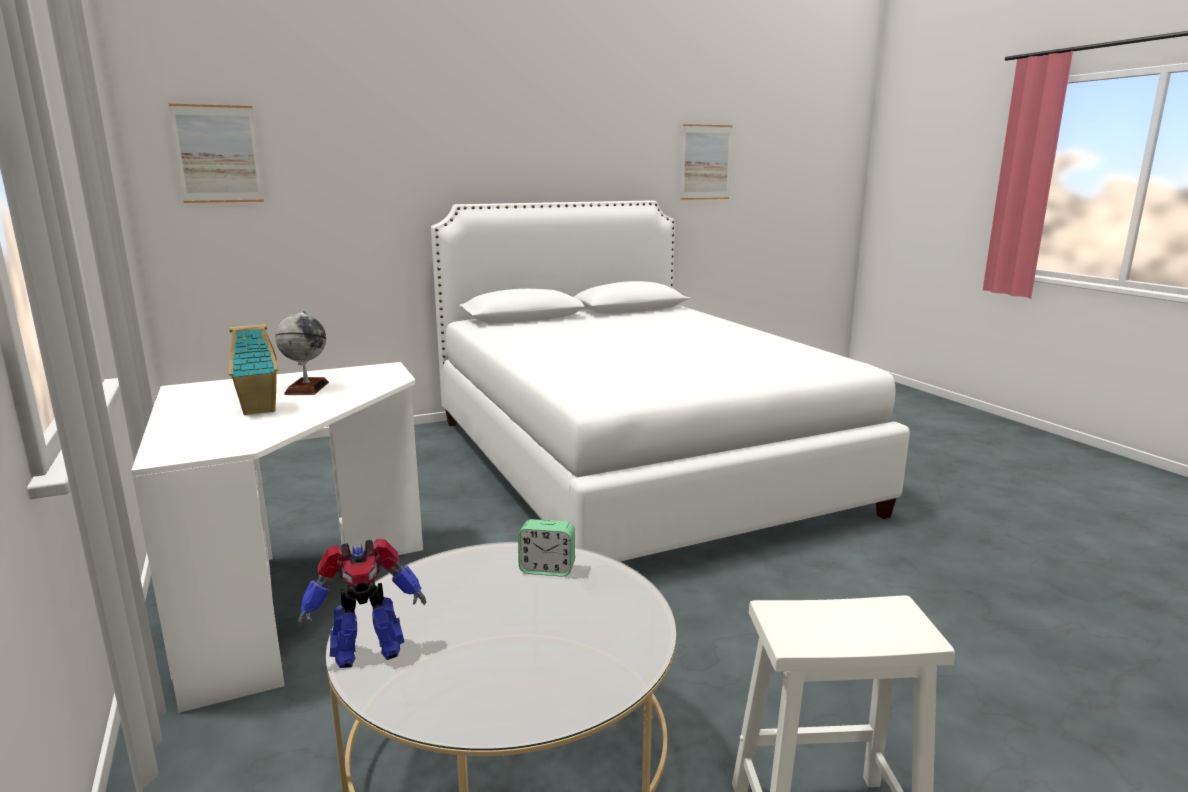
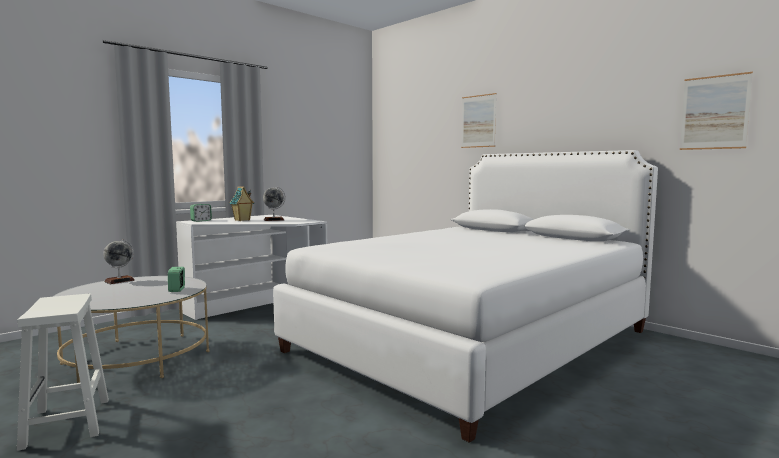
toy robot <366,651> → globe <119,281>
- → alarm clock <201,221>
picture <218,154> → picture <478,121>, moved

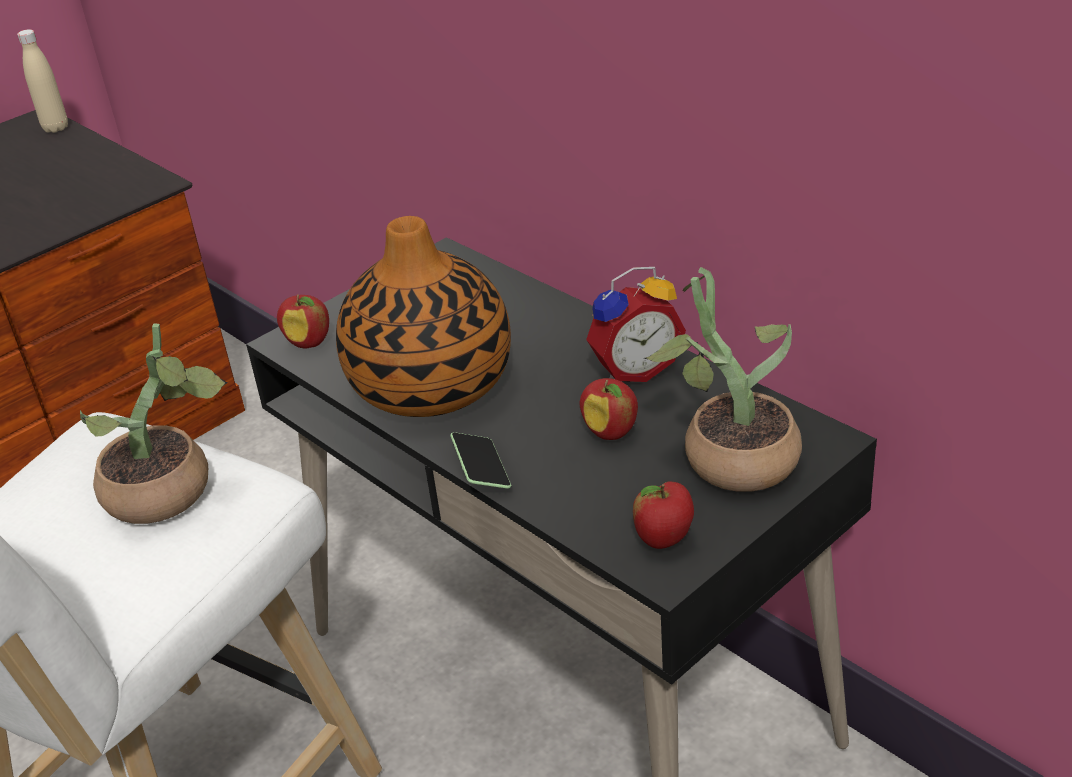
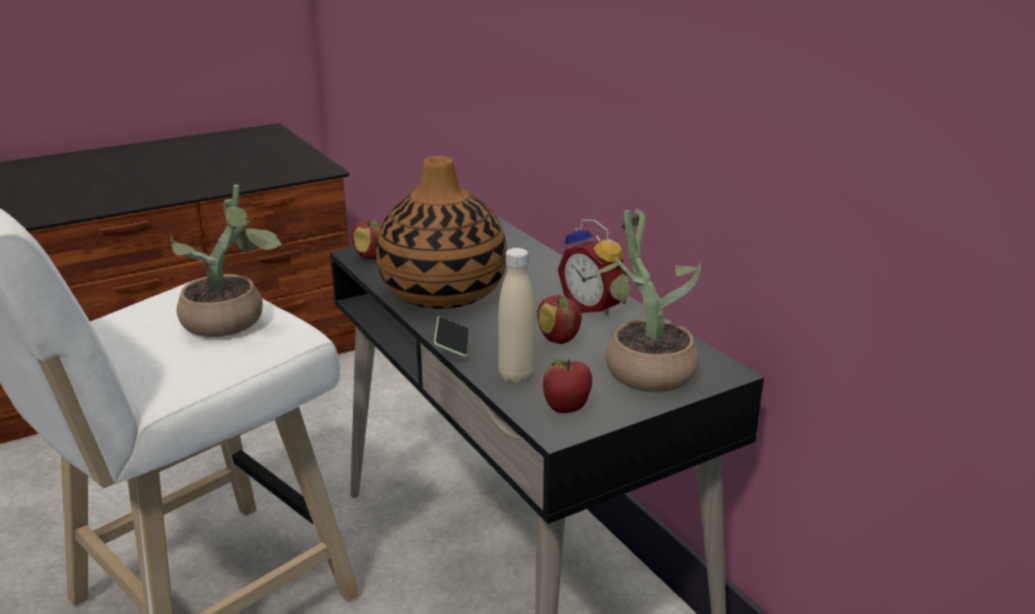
bottle (beige) <56,128> → bottle (beige) <516,377>, moved
alarm clock <634,369> → alarm clock <595,307>, 60 degrees clockwise

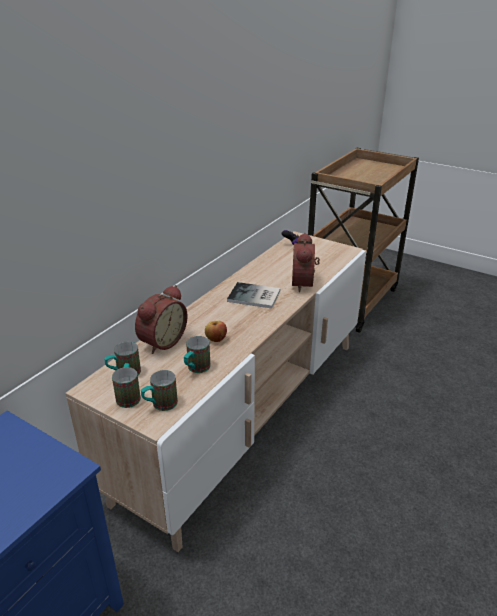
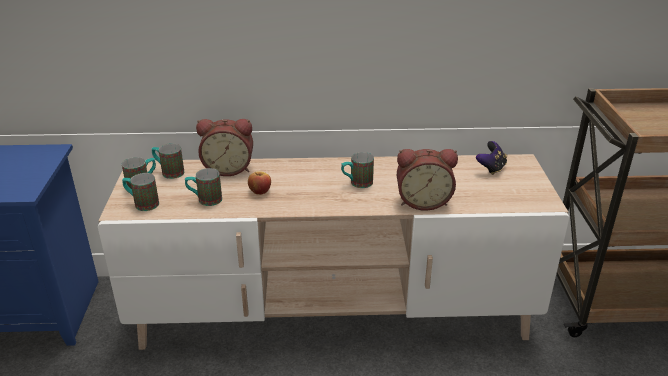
book <255,297> → mug <356,183>
alarm clock <305,283> → alarm clock <423,201>, 150 degrees counterclockwise

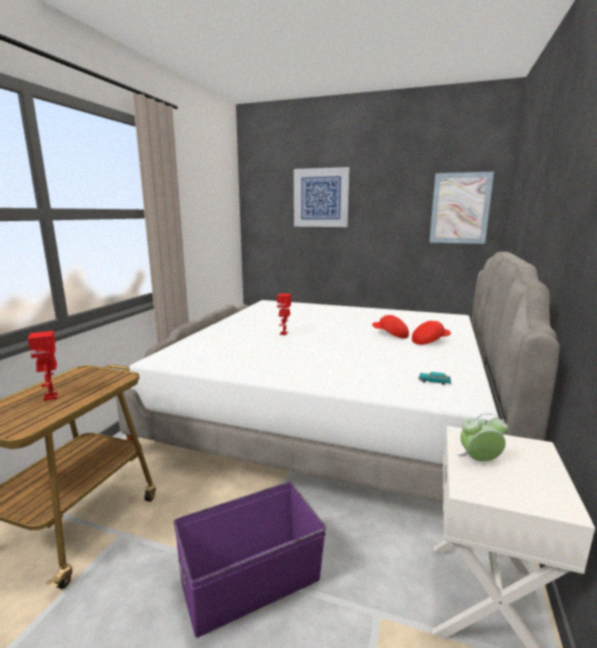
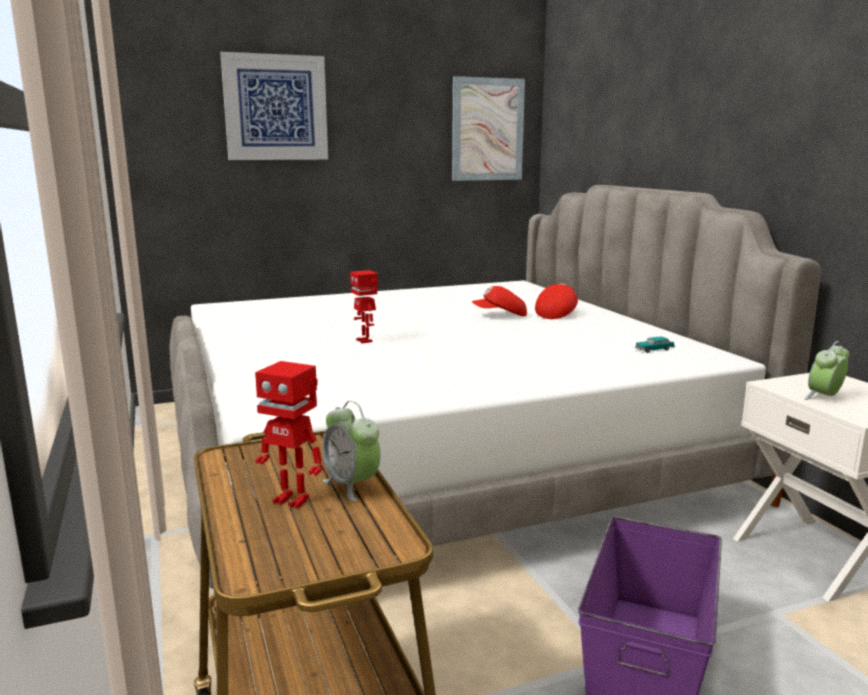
- → alarm clock <352,485>

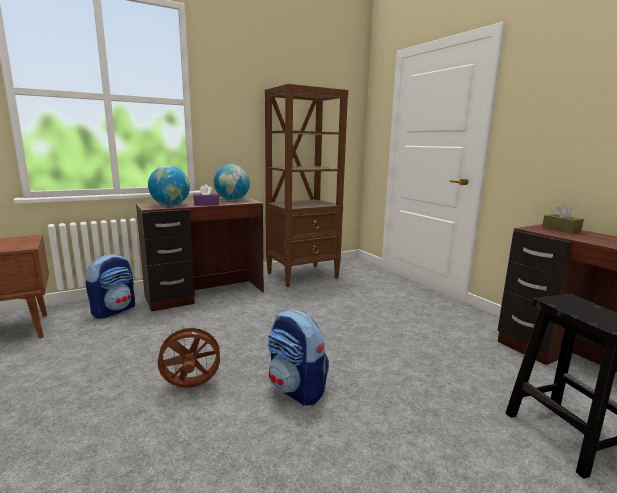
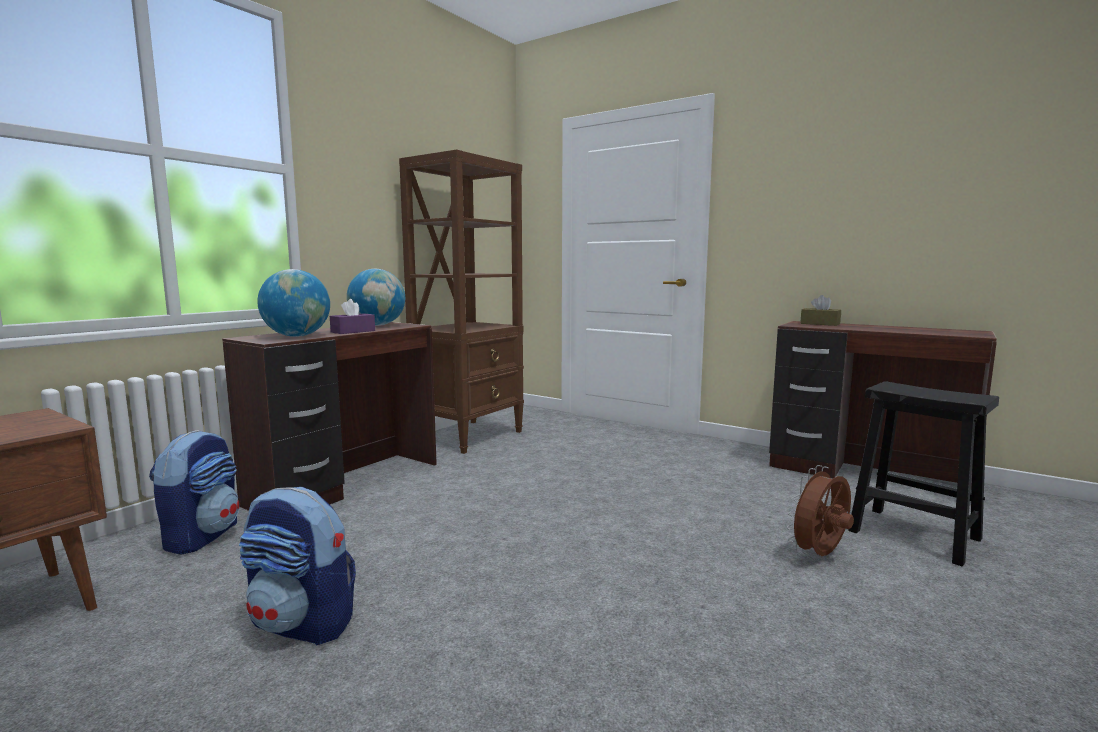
backpack <297,389> → backpack <303,624>, moved
fan (brown) <191,387> → fan (brown) <819,556>, moved

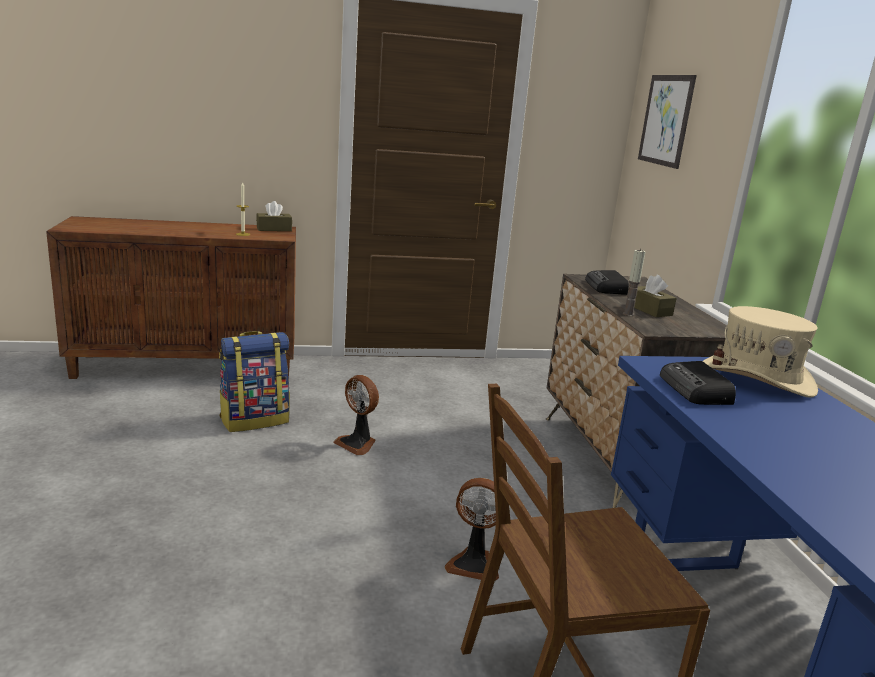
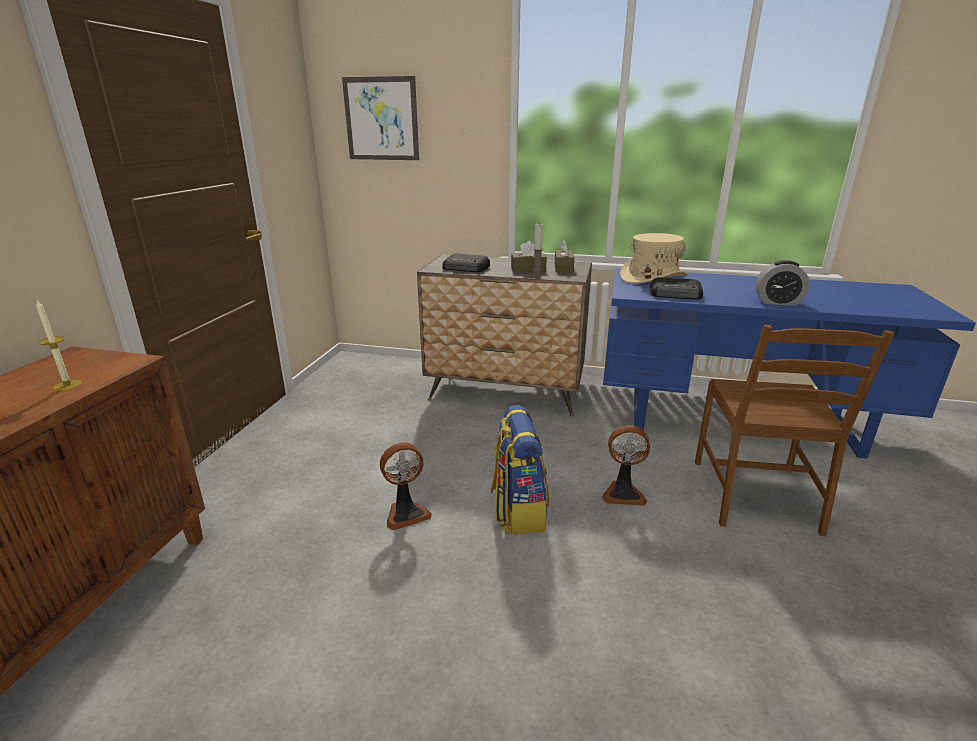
backpack <255,420> → backpack <518,510>, moved
tissue box (brown) <274,229> → tissue box (brown) <563,267>, moved
fan <474,564> → fan <623,493>, 60 degrees clockwise
- → alarm clock <778,302>

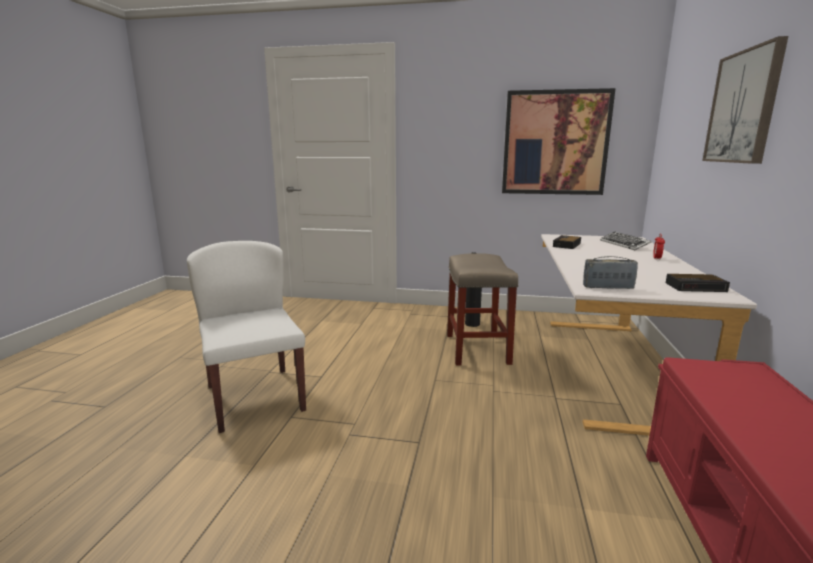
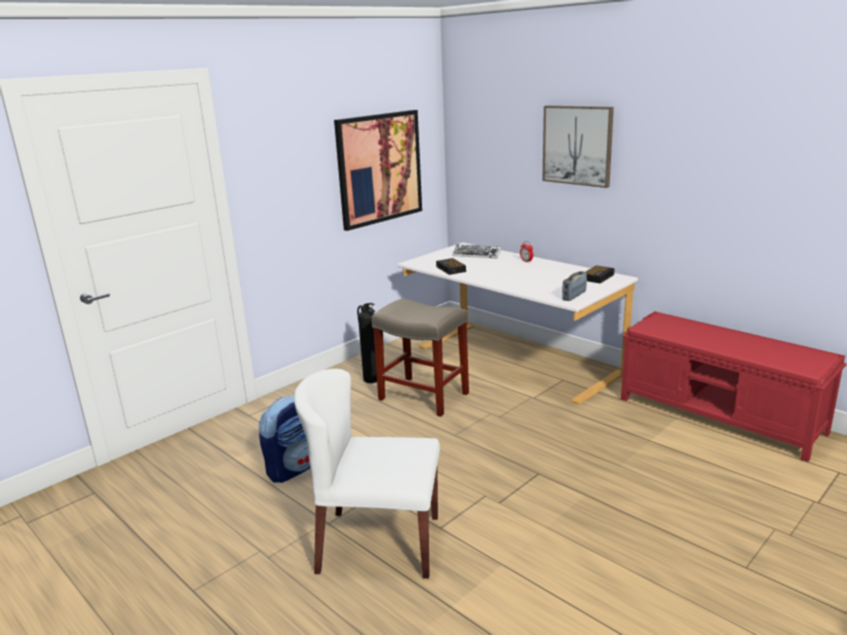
- → backpack <294,468>

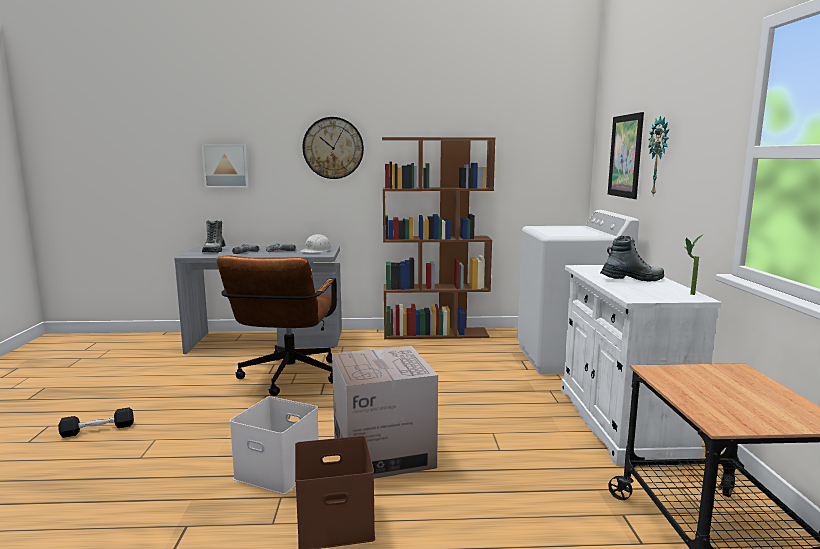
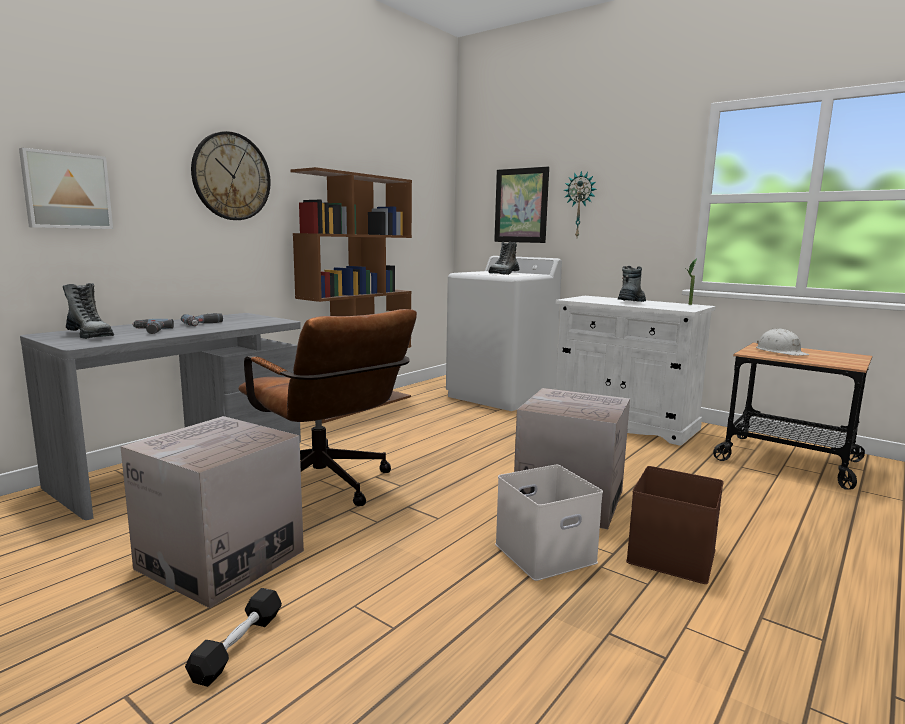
- → cardboard box <221,559>
- → boot <504,274>
hard hat (white) <317,250> → hard hat (white) <780,352>, moved

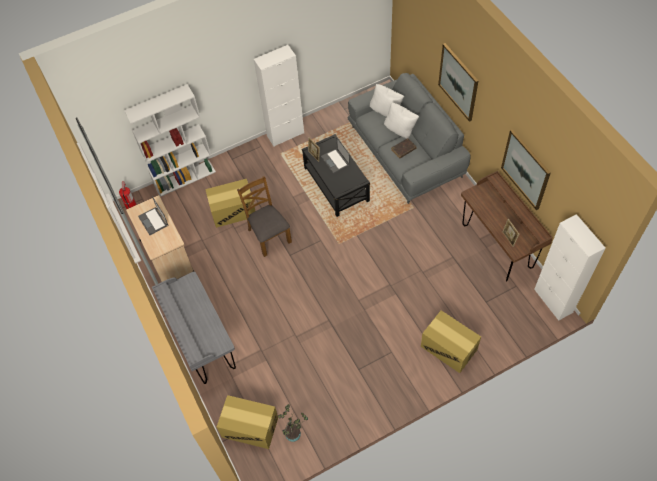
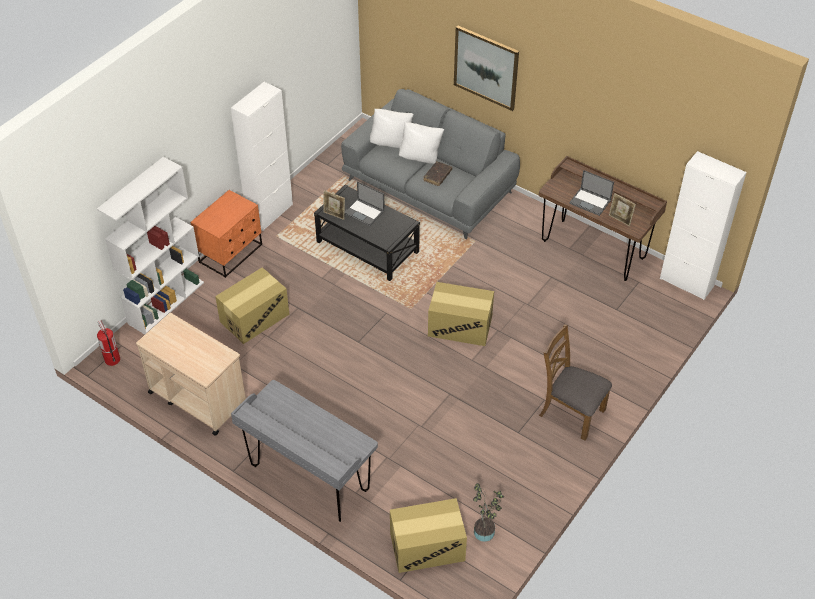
- → nightstand (orange) <231,253>
cardboard box <449,348> → cardboard box <460,326>, moved
chair (brown) <268,235> → chair (brown) <571,412>, moved
laptop <153,221> → laptop <590,202>, moved
picture <525,169> → -

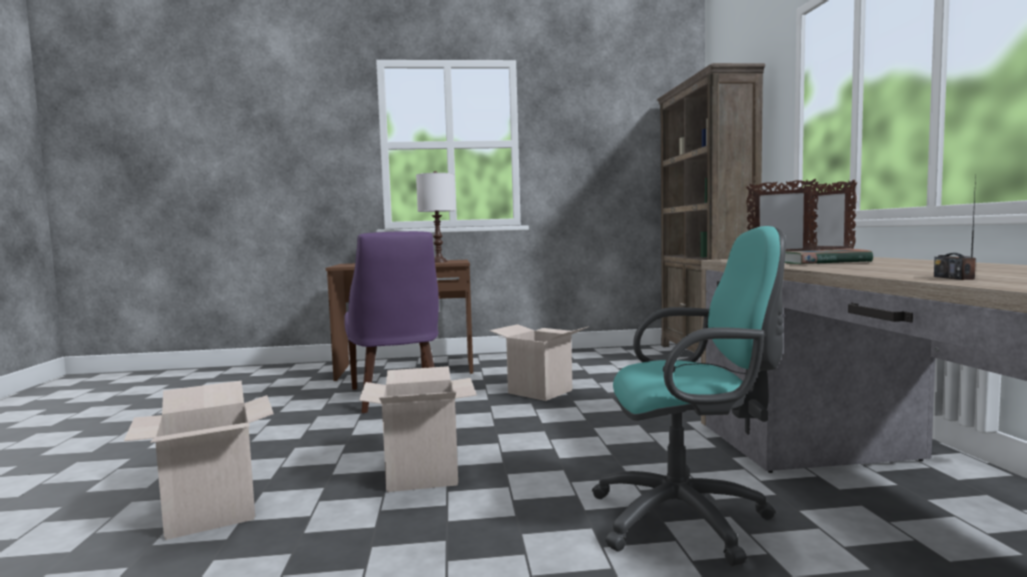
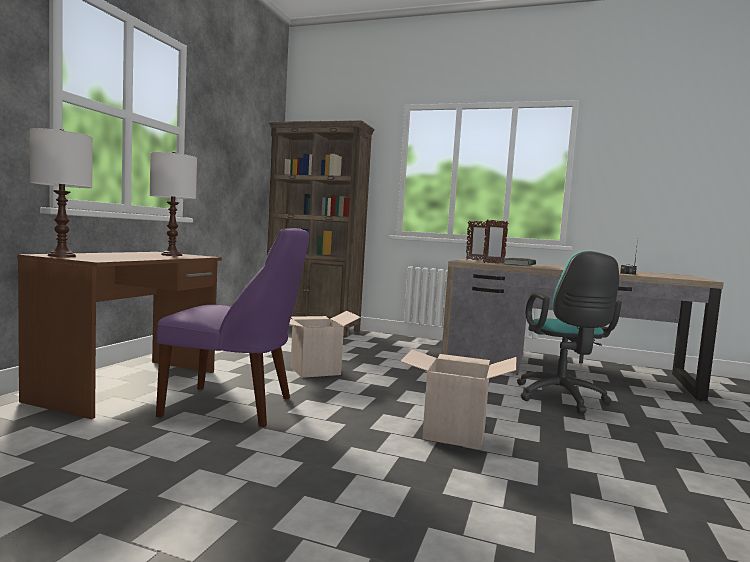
- → table lamp (white) <62,256>
office chair (turquoise) <689,519> → office chair (turquoise) <561,399>, 150 degrees clockwise
cardboard box <211,512> → -

